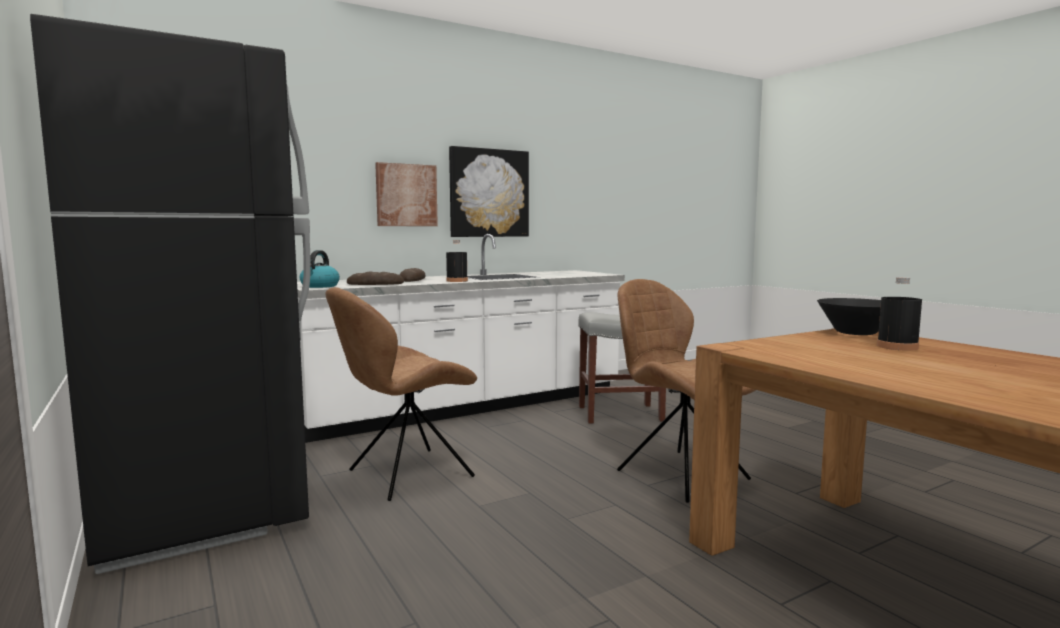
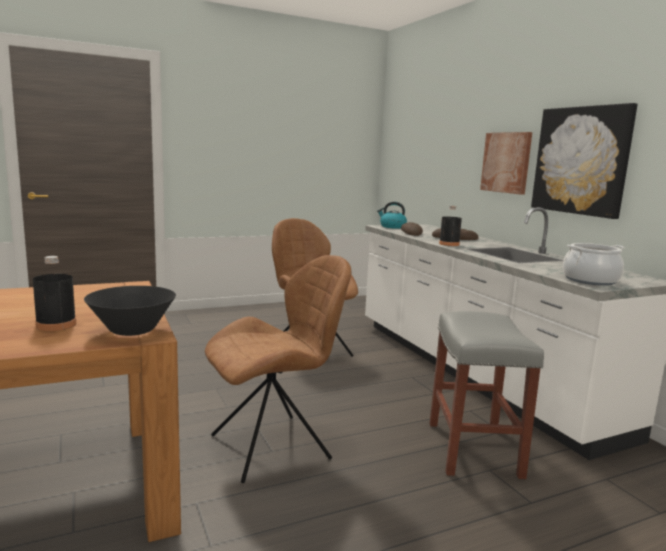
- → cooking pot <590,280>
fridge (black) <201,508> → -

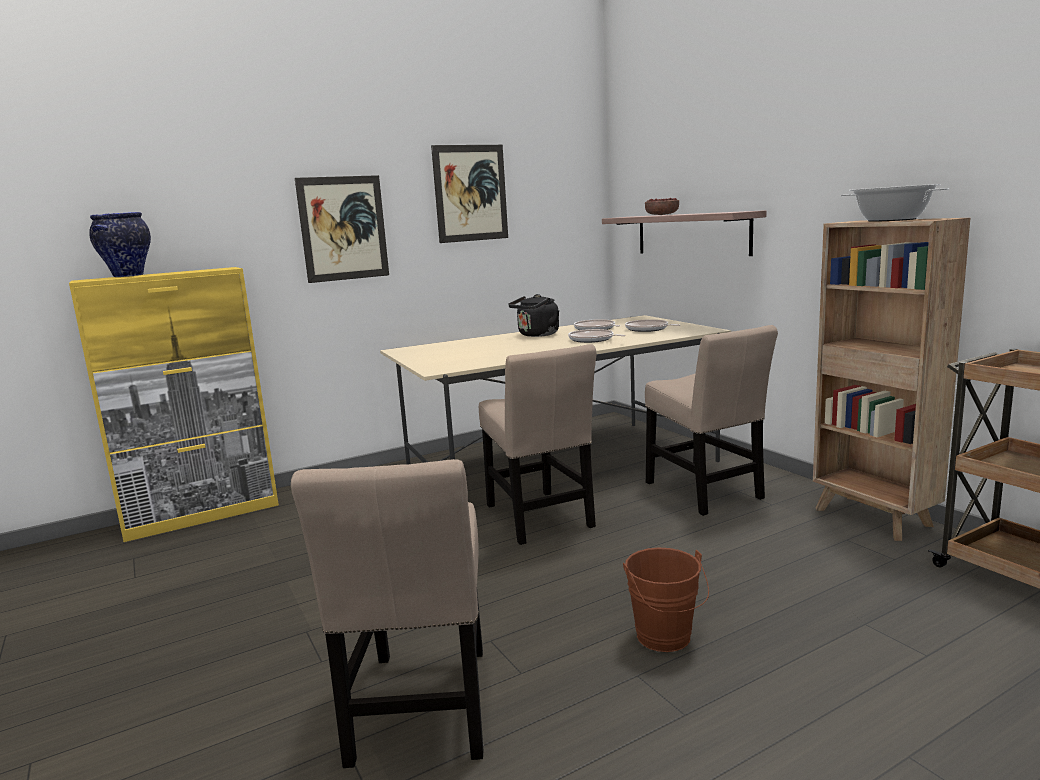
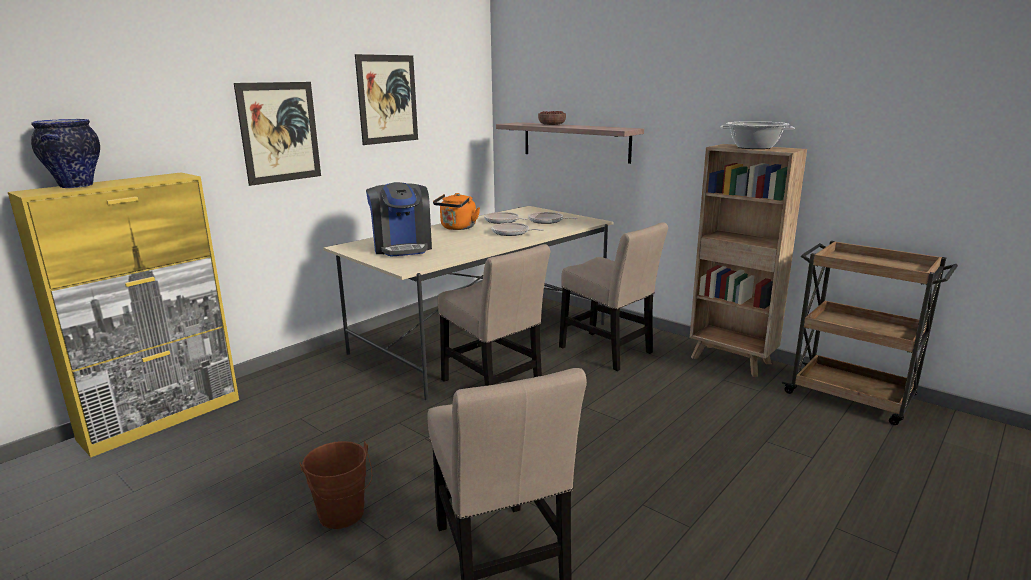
bucket (brown) <666,640> → bucket (brown) <343,517>, moved
- → coffee machine <402,247>
kettle (black) <537,335> → kettle (orange) <457,228>

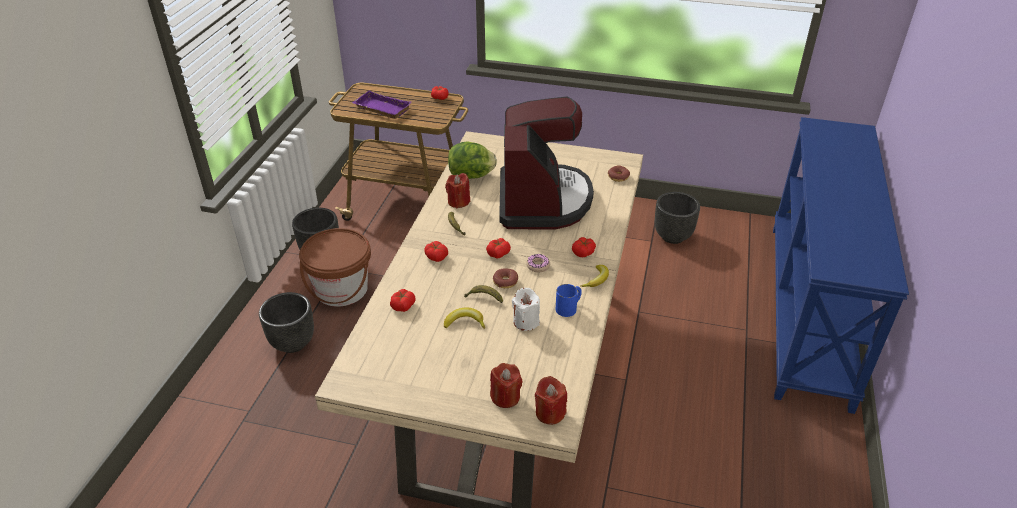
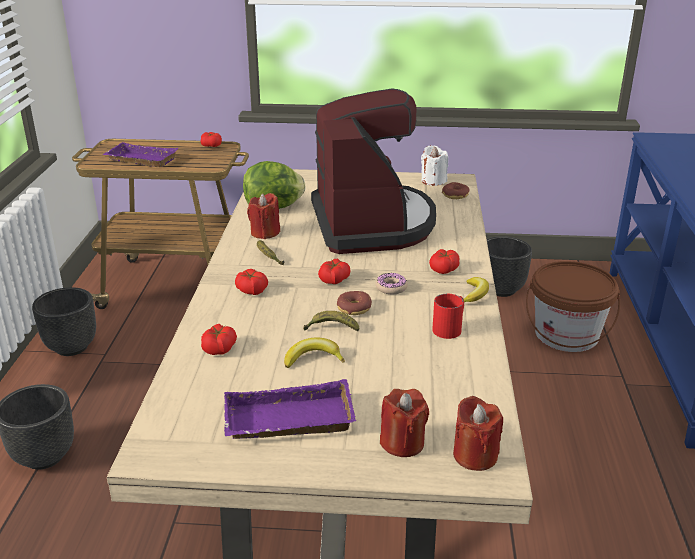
- → tray (purple) <287,422>
candle (white) <526,321> → candle (white) <433,181>, moved
mug (blue) <569,307> → mug (red) <450,328>
bucket (brown) <341,289> → bucket (brown) <566,335>, moved

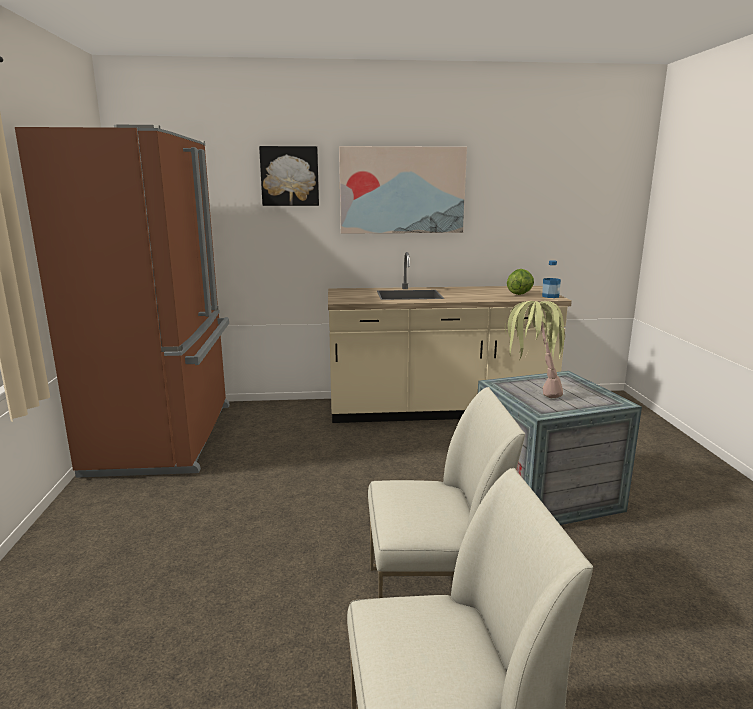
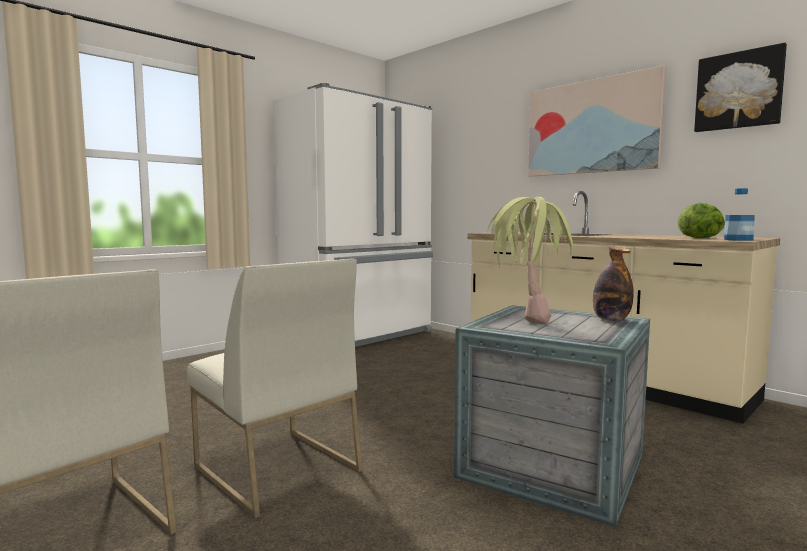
fridge (brown) <166,437> → fridge (white) <360,335>
- → bottle <611,320>
picture <290,176> → picture <739,90>, moved

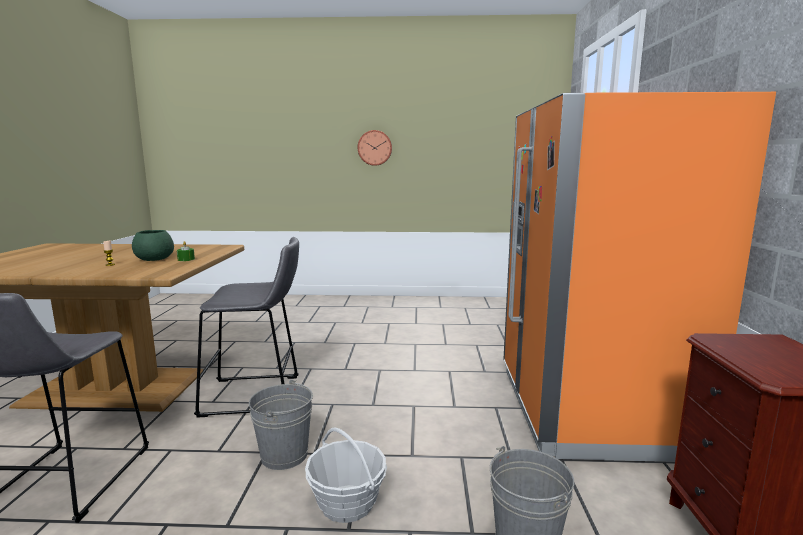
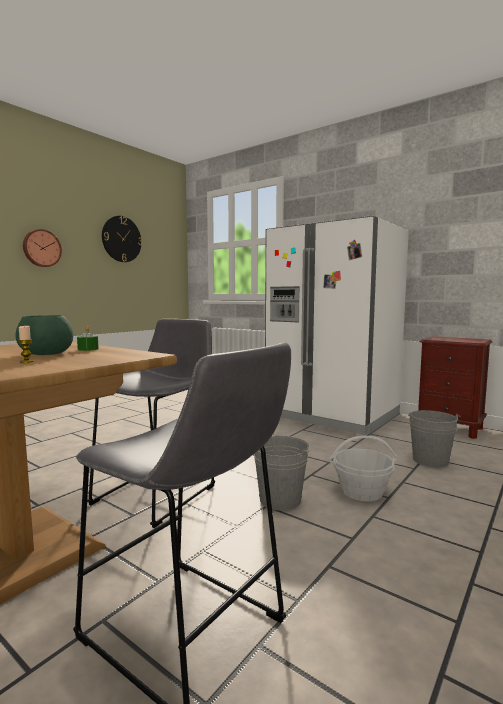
- → wall clock <121,239>
fridge (orange) <589,410> → fridge (white) <332,415>

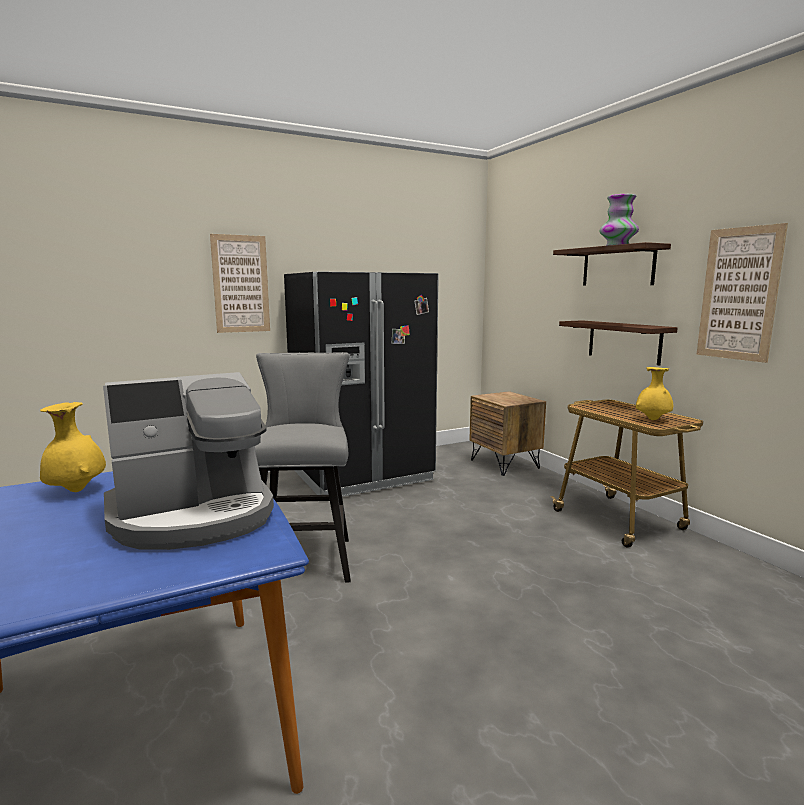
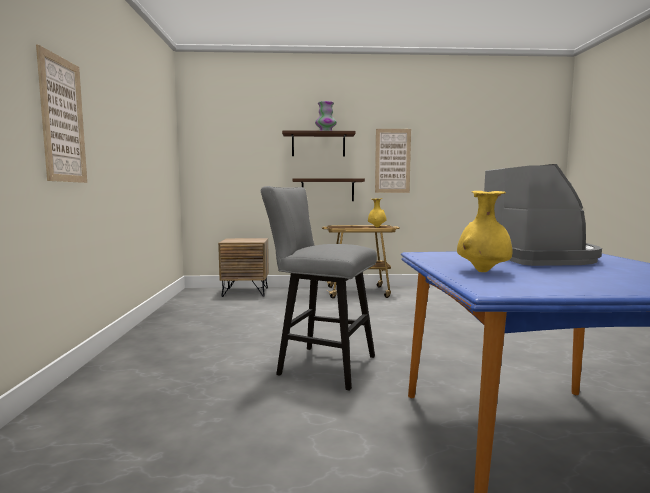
fridge (black) <362,475> → -

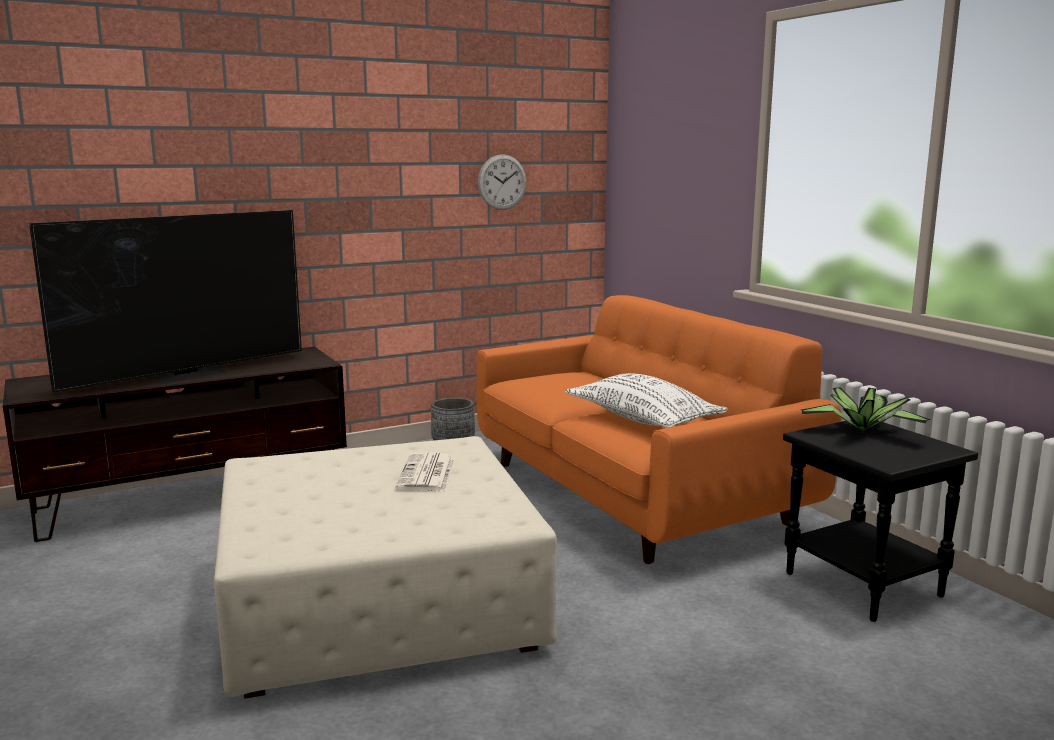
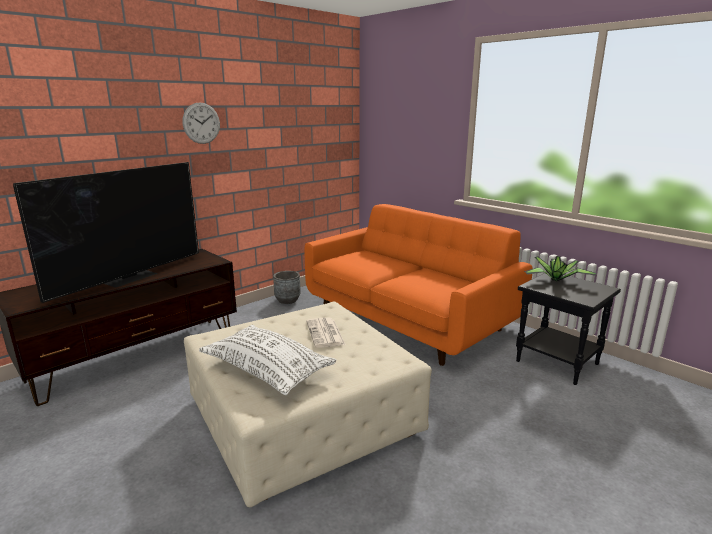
wall clock <502,182> → wall clock <201,123>, moved
pillow (white) <643,419> → pillow (white) <267,370>, moved

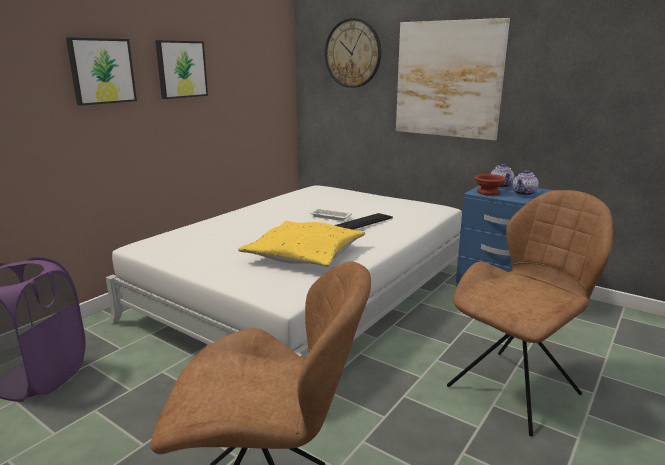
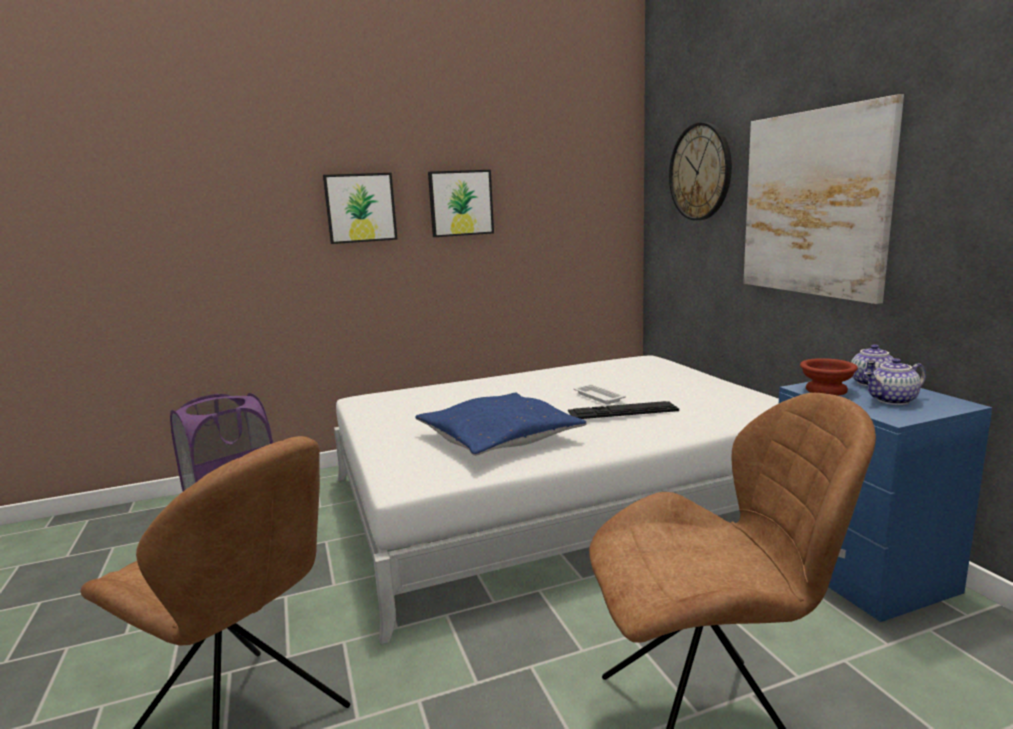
pillow (yellow) <304,254> → pillow (blue) <499,438>

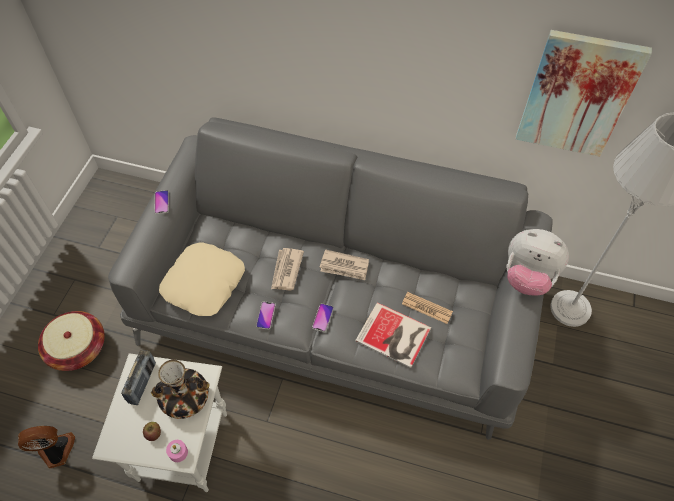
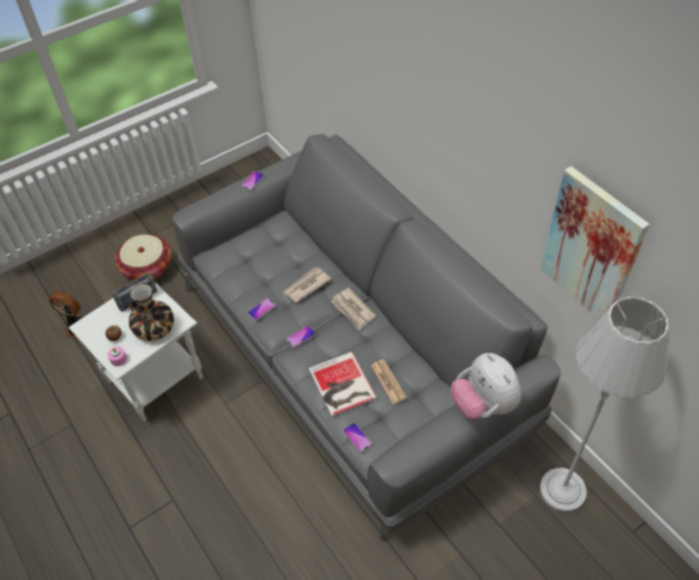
- → phone <357,438>
pillow (beige) <204,283> → -

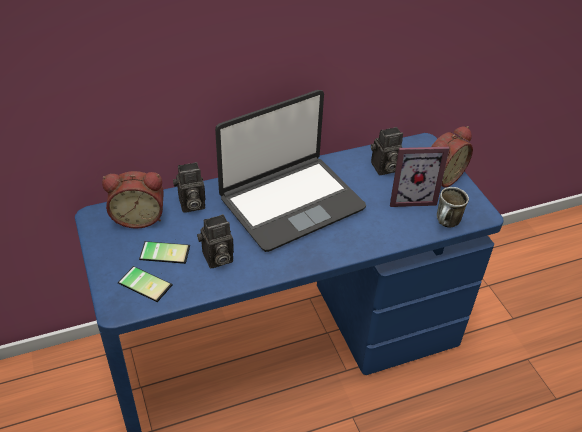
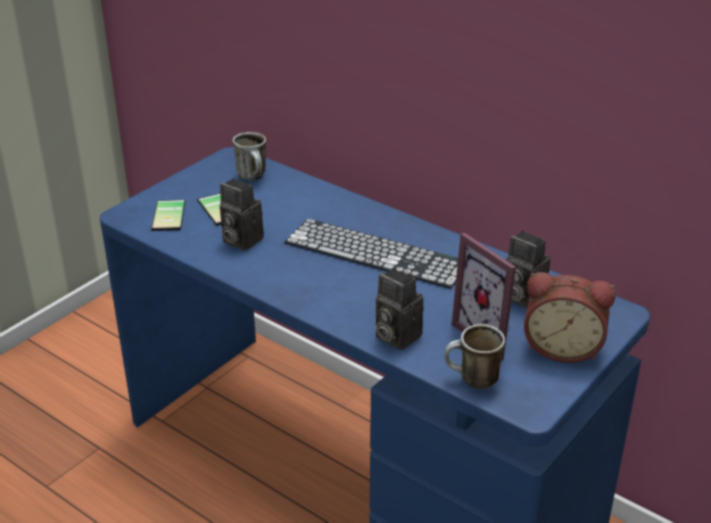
alarm clock <139,217> → mug <254,177>
laptop <291,203> → keyboard <375,253>
photo camera <190,205> → photo camera <394,336>, moved

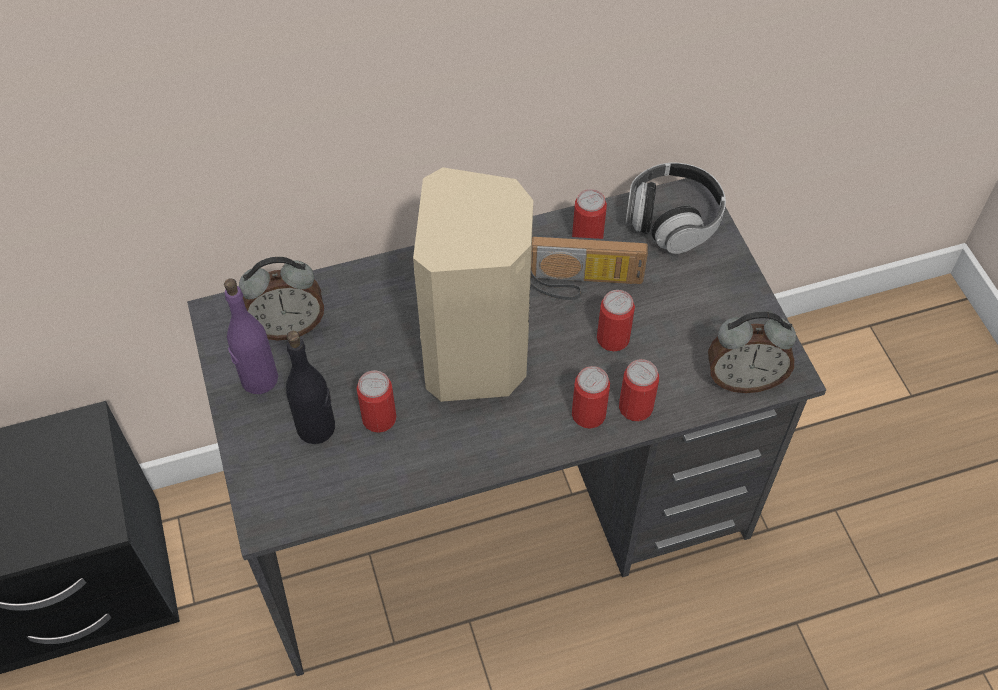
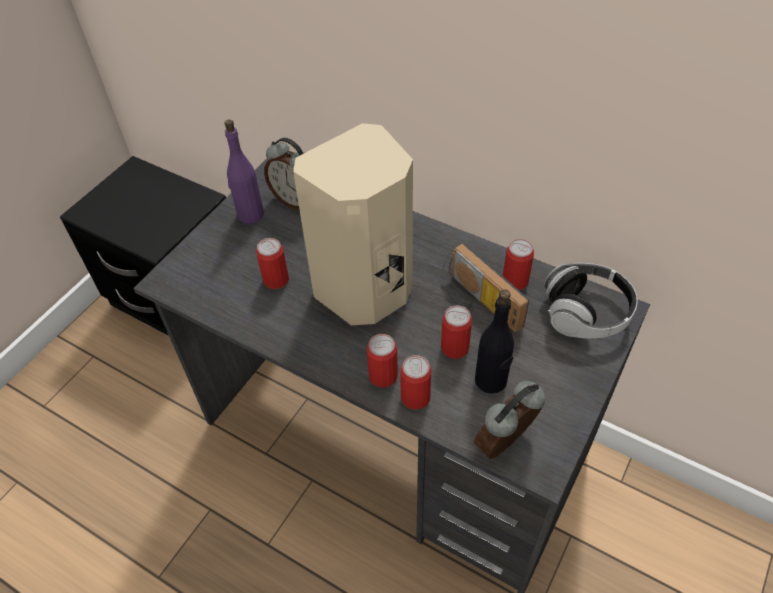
alarm clock <743,379> → alarm clock <506,444>, 90 degrees clockwise
bottle (black) <317,428> → bottle (black) <491,380>, moved

